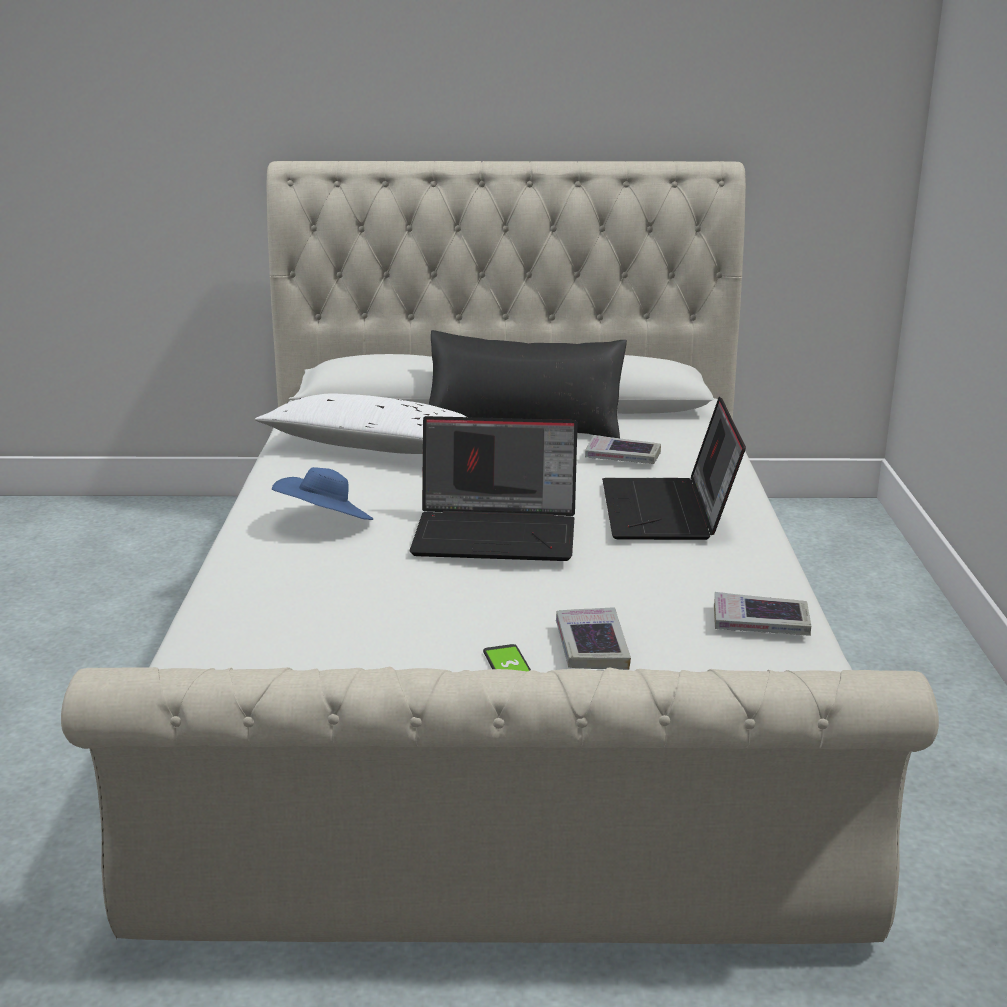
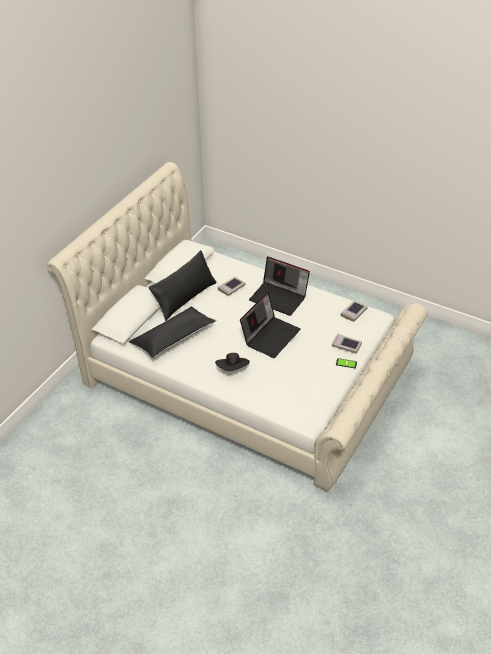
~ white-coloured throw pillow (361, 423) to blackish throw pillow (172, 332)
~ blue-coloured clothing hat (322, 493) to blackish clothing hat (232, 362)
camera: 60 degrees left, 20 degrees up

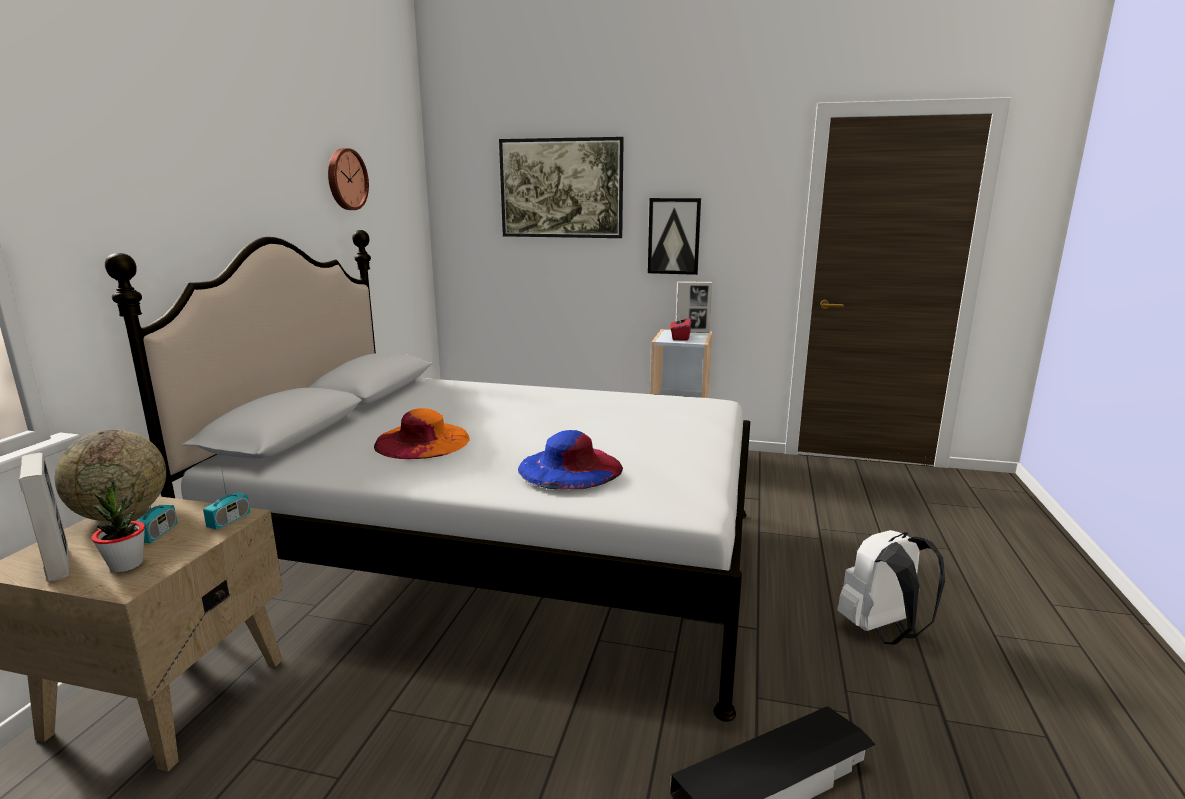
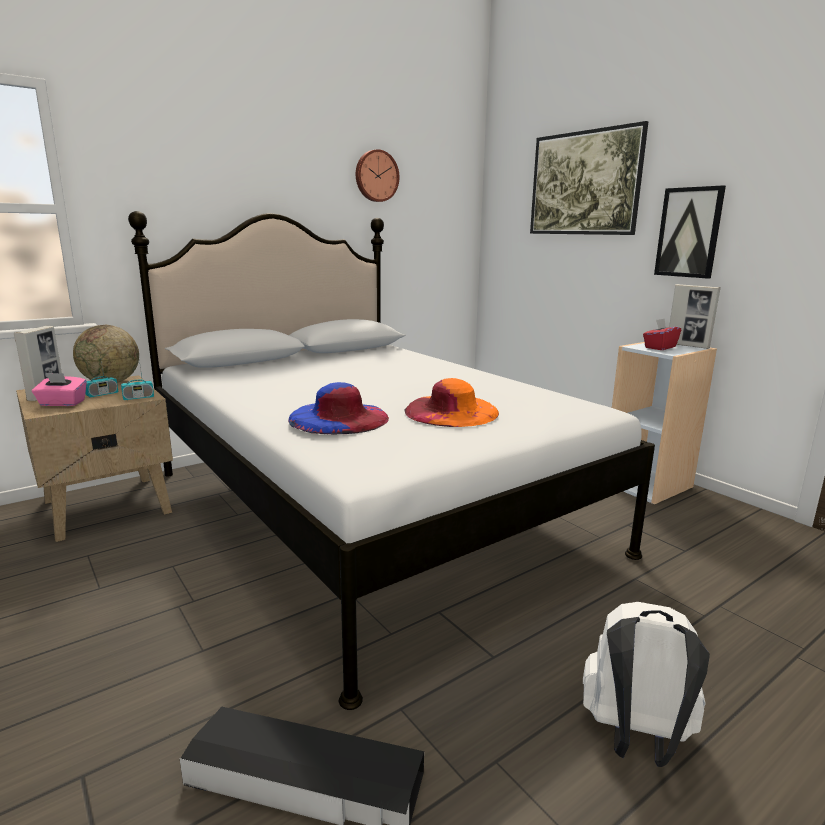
~ houseplant (118, 526) to pink tissue box (59, 389)
~ orange clothing hat (422, 433) to (452, 402)
camera: 40 degrees right, 0 degrees up

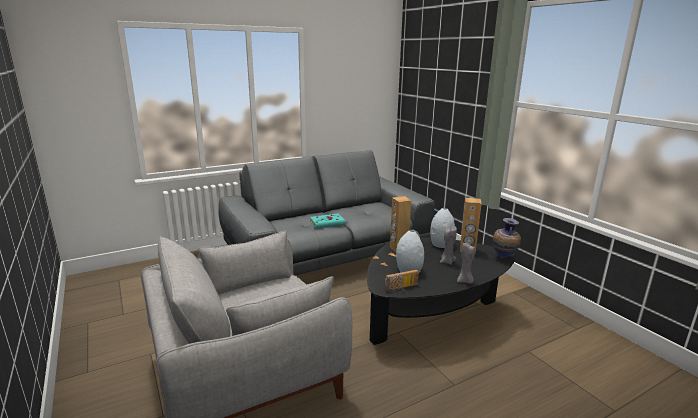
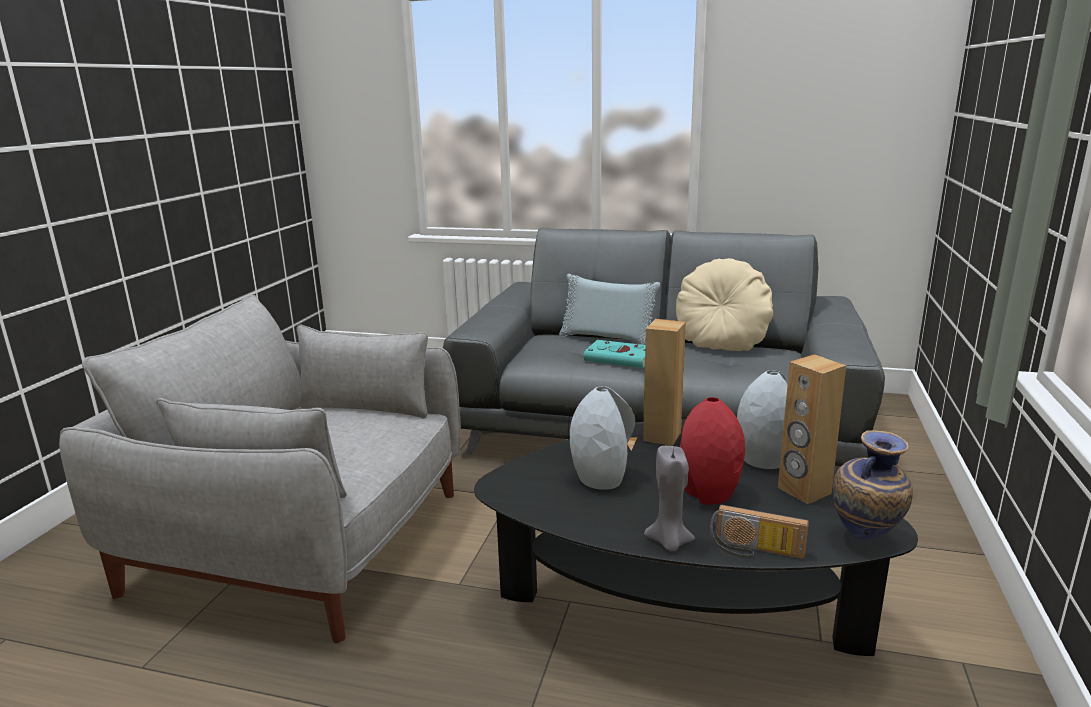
+ blue-coloured throw pillow (609, 309)
+ sand-coloured throw pillow (724, 304)
~ grey candle (448, 245) to red-coloured decorative vase (712, 451)
~ radio (402, 281) to (759, 532)
camera: 45 degrees right, 0 degrees up

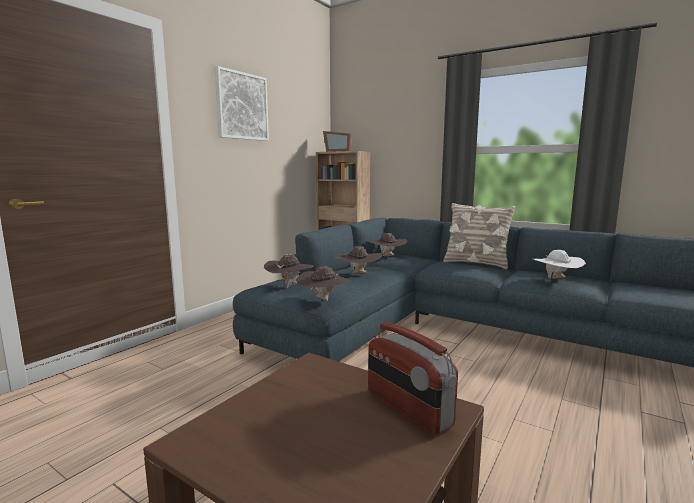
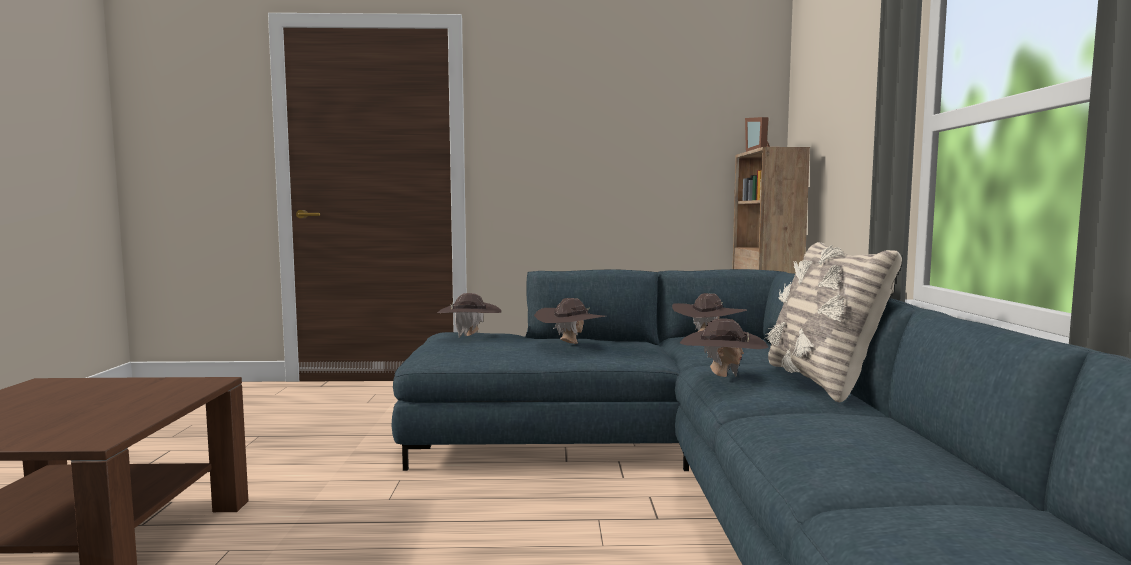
~ brown-coloured clothing hat (324, 283) to (724, 347)
- wall art (242, 103)
- radio (413, 378)
- white-coloured clothing hat (559, 264)
camera: 55 degrees right, 5 degrees down

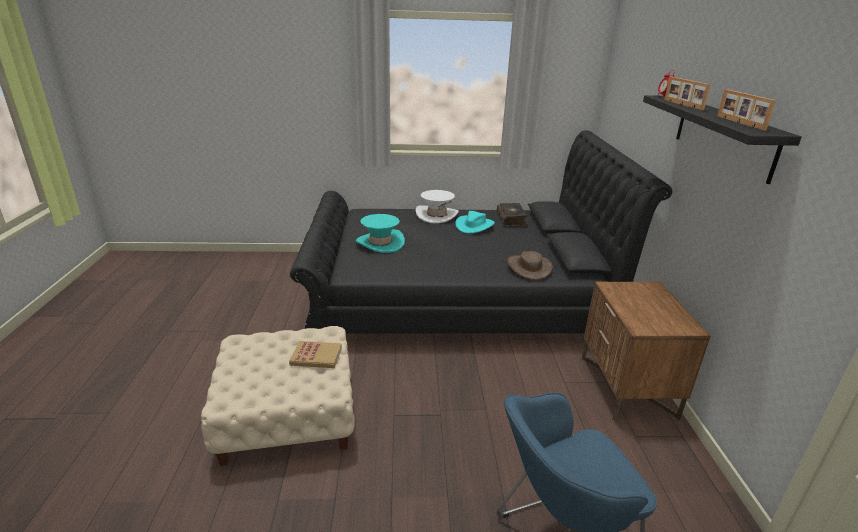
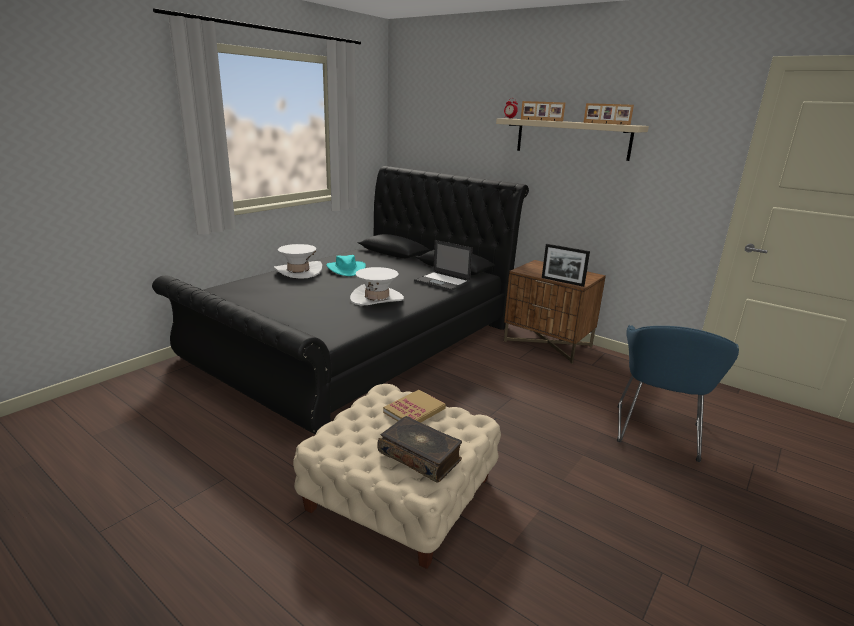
+ white-coloured clothing hat (377, 286)
~ book (512, 214) to (419, 449)
~ brown-coloured clothing hat (530, 265) to notebook computer (443, 265)
~ blackish wall shelf (722, 139) to sand-coloured wall shelf (572, 139)
+ photo frame (566, 265)
- turquoise clothing hat (380, 233)
camera: 50 degrees left, 5 degrees down

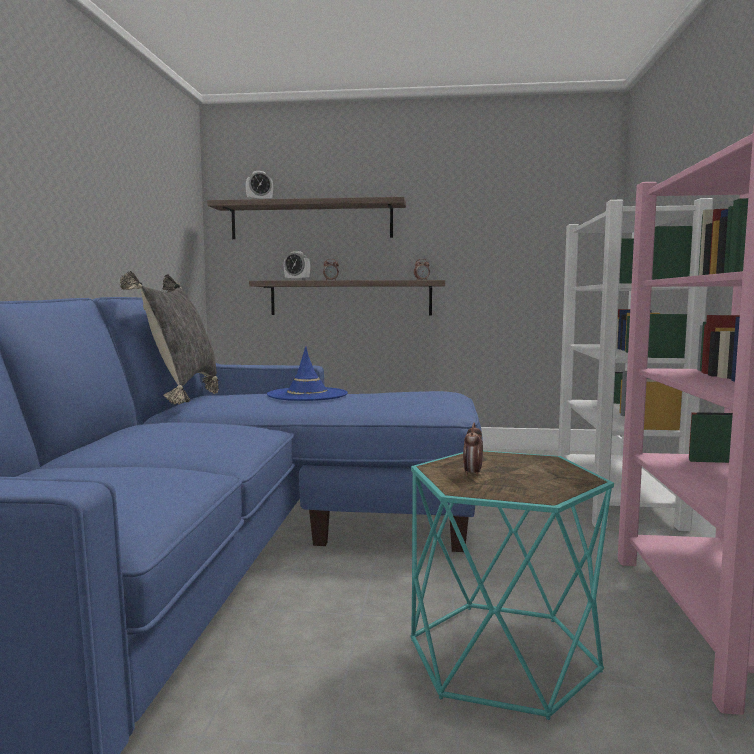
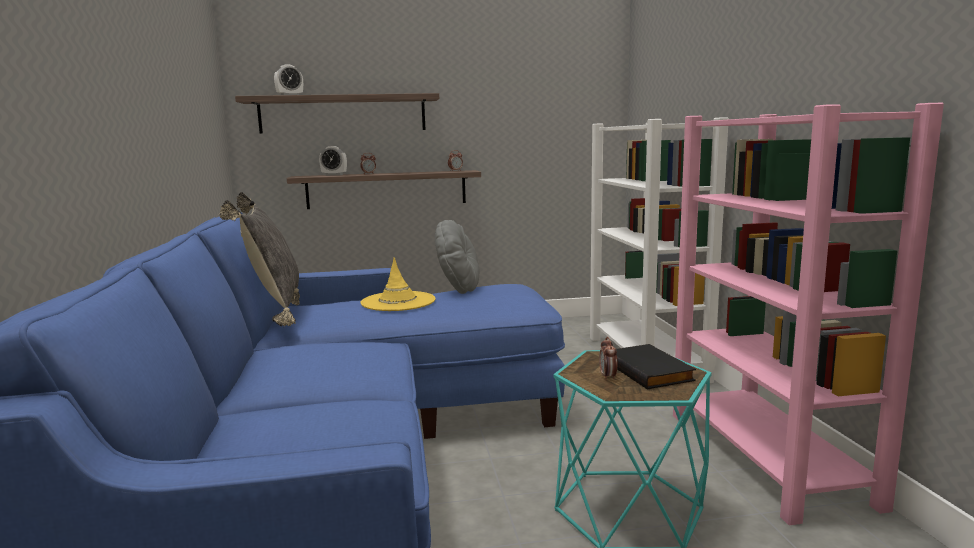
~ blue-coloured clothing hat (307, 373) to yellow clothing hat (398, 284)
+ grey throw pillow (457, 257)
+ blackish book (656, 367)
camera: 15 degrees left, 5 degrees up

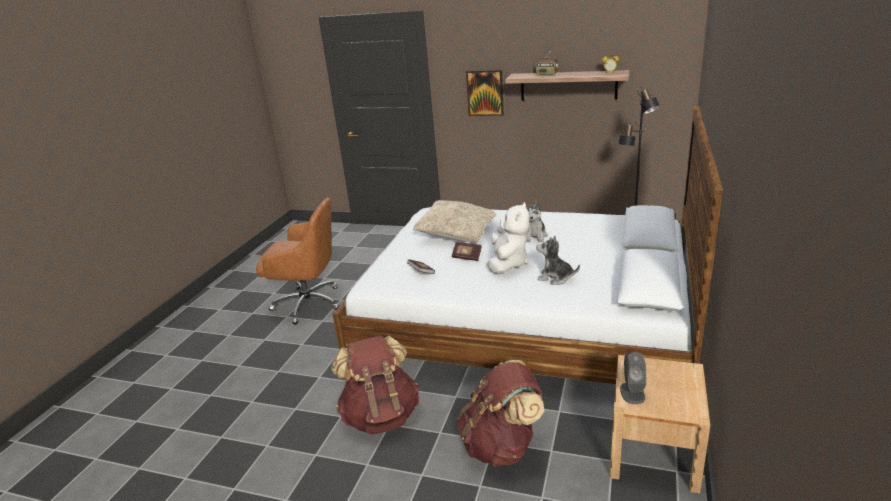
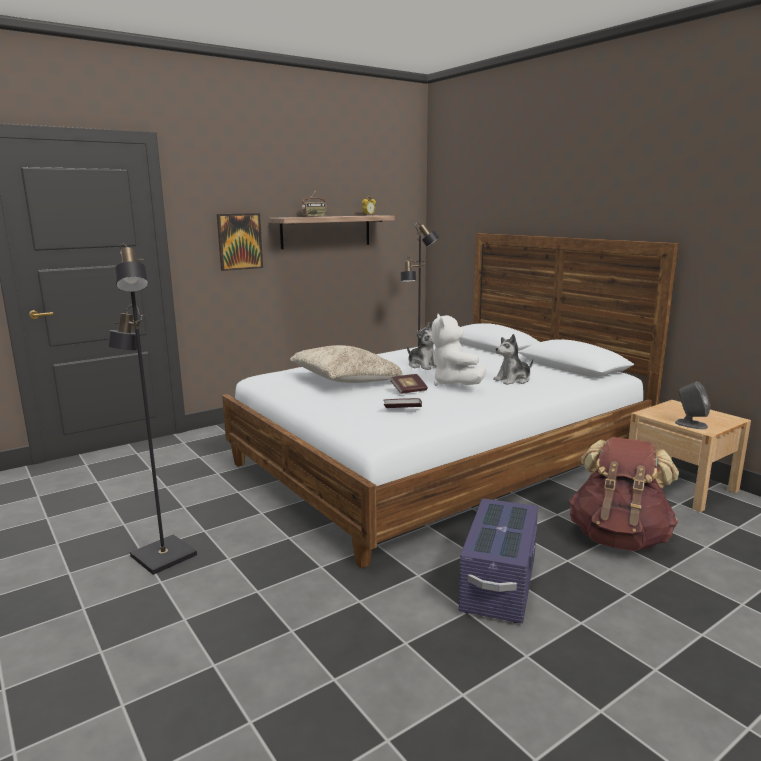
~ brown-coloured desk chair (297, 261) to blackish standing lamp (152, 409)
~ white-coloured plush toy (508, 238) = (458, 350) 150 degrees counterclockwise
~ brown-coloured knapsack (375, 385) to purple storage container (498, 560)
camera: 55 degrees left, 10 degrees down

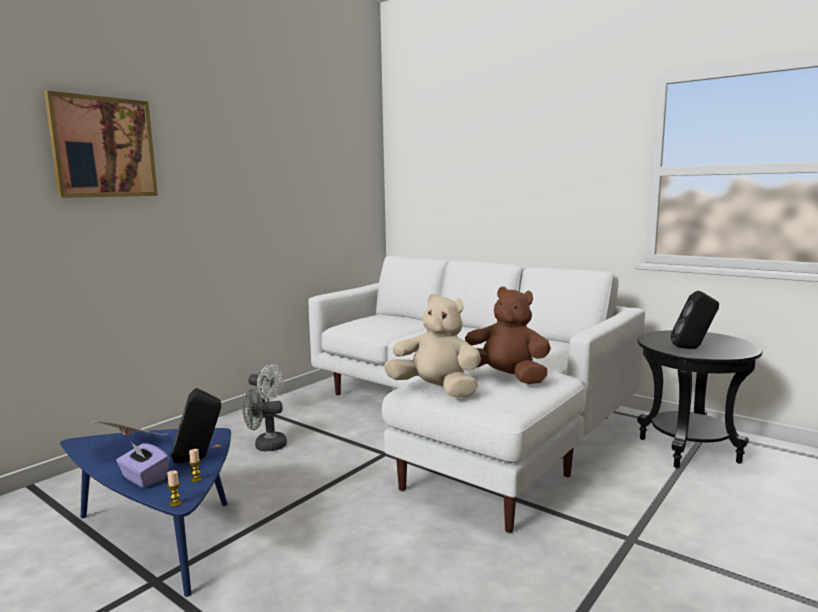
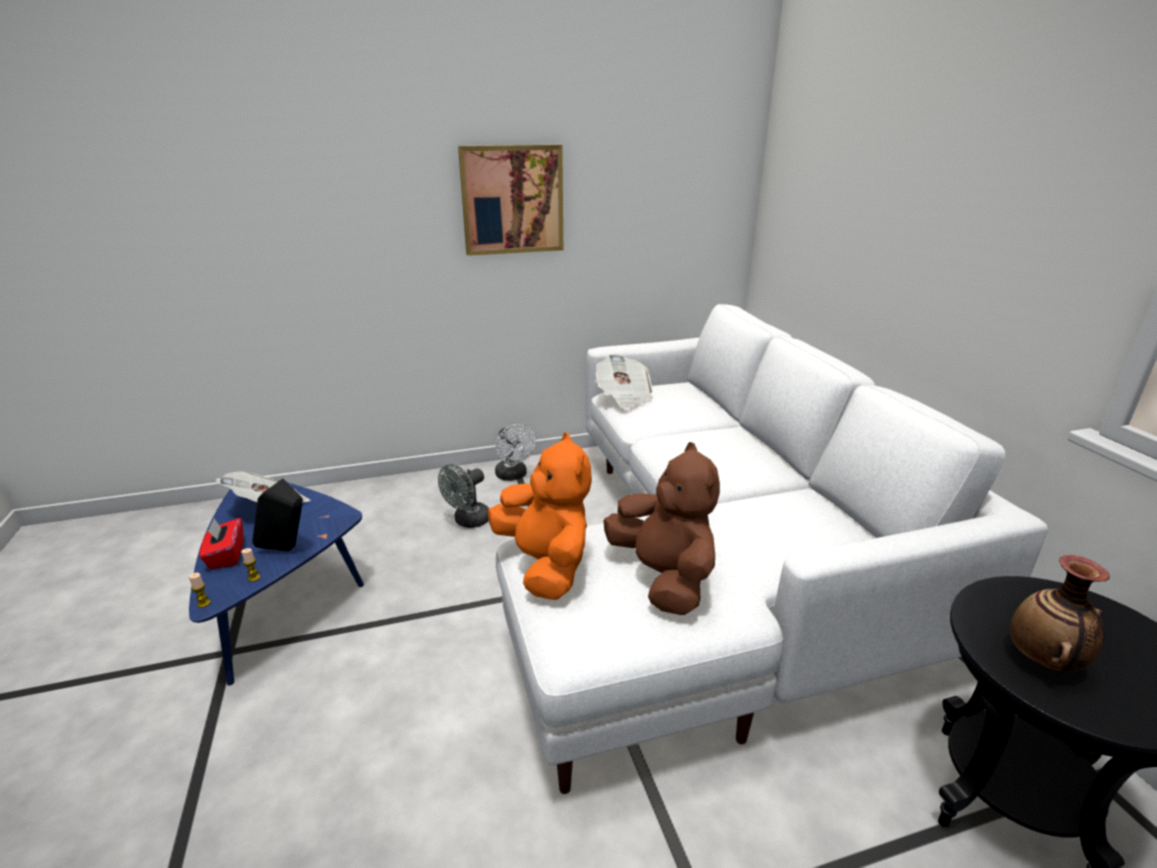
~ purple tissue box (142, 465) to red-coloured tissue box (221, 543)
~ grey electric fan (265, 420) = (463, 496) 75 degrees counterclockwise
~ wall art (101, 144) to (510, 200)
~ sand-coloured plush toy (432, 346) to orange plush toy (540, 516)
+ daily paper (624, 382)
~ blackish audio speaker (695, 320) to decorative vase (1060, 613)
camera: 35 degrees right, 15 degrees up

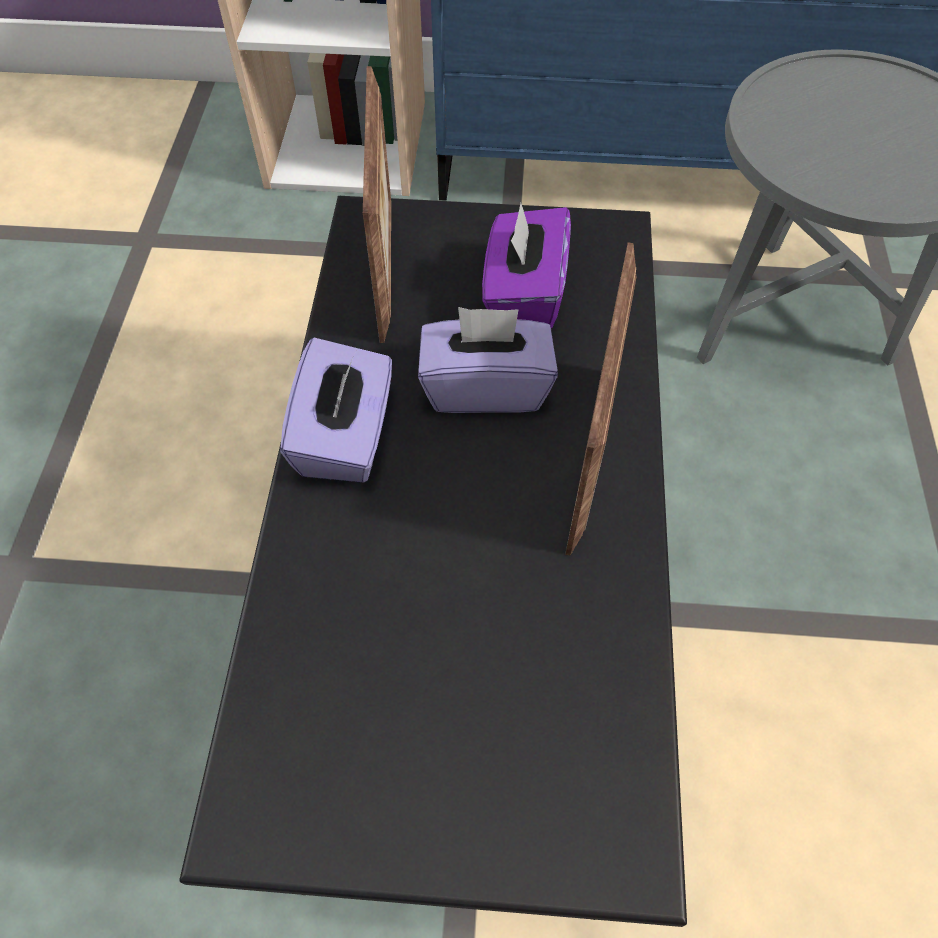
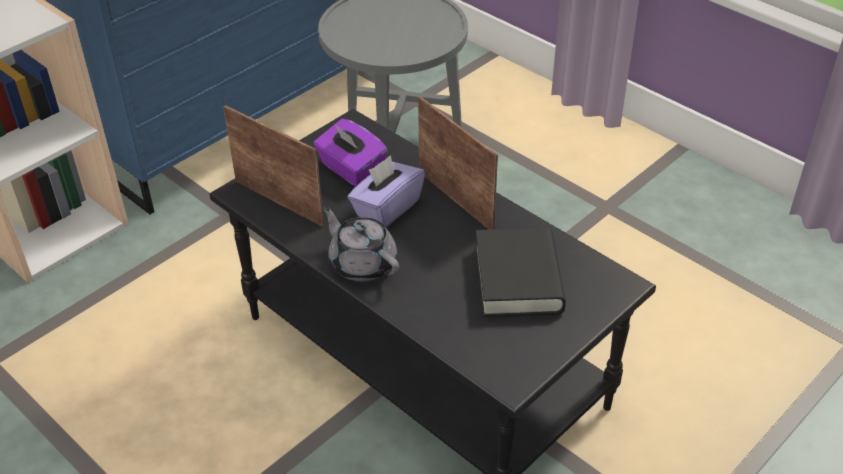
~ purple tissue box (336, 410) to grey tea pot (360, 243)
+ blackish book (520, 272)
camera: 50 degrees left, 15 degrees down

